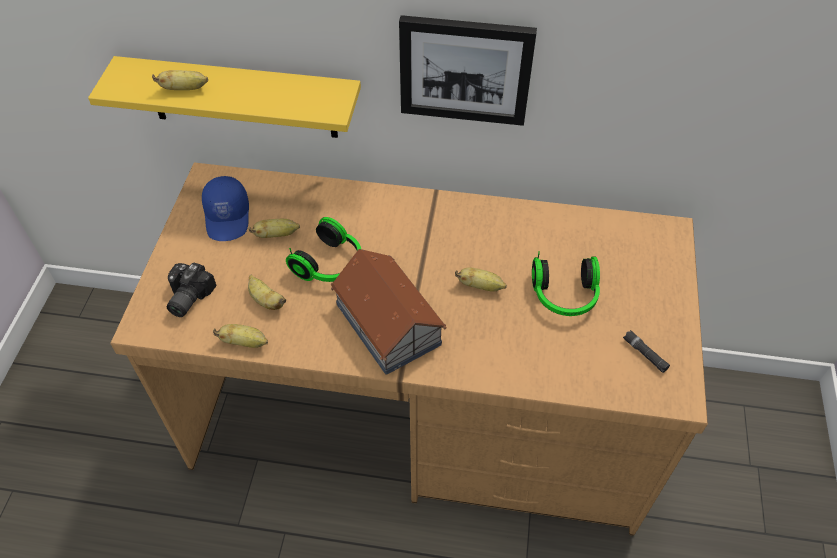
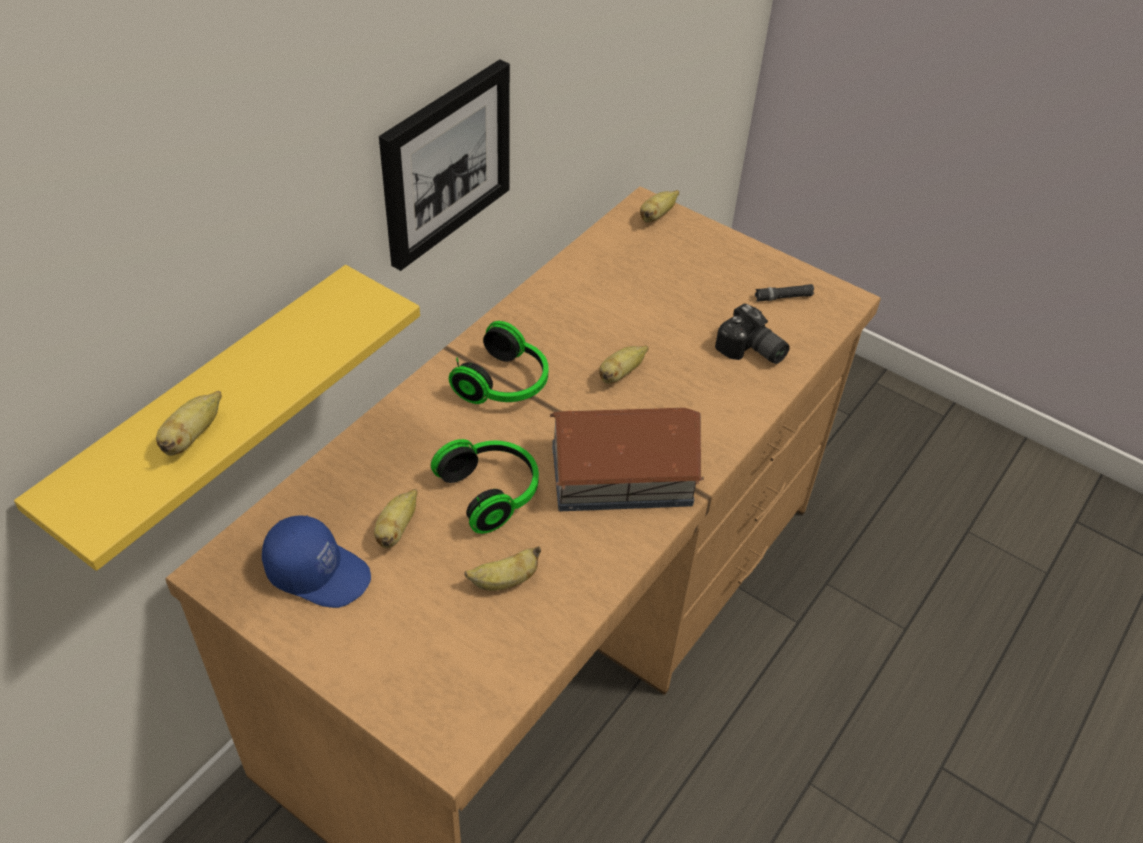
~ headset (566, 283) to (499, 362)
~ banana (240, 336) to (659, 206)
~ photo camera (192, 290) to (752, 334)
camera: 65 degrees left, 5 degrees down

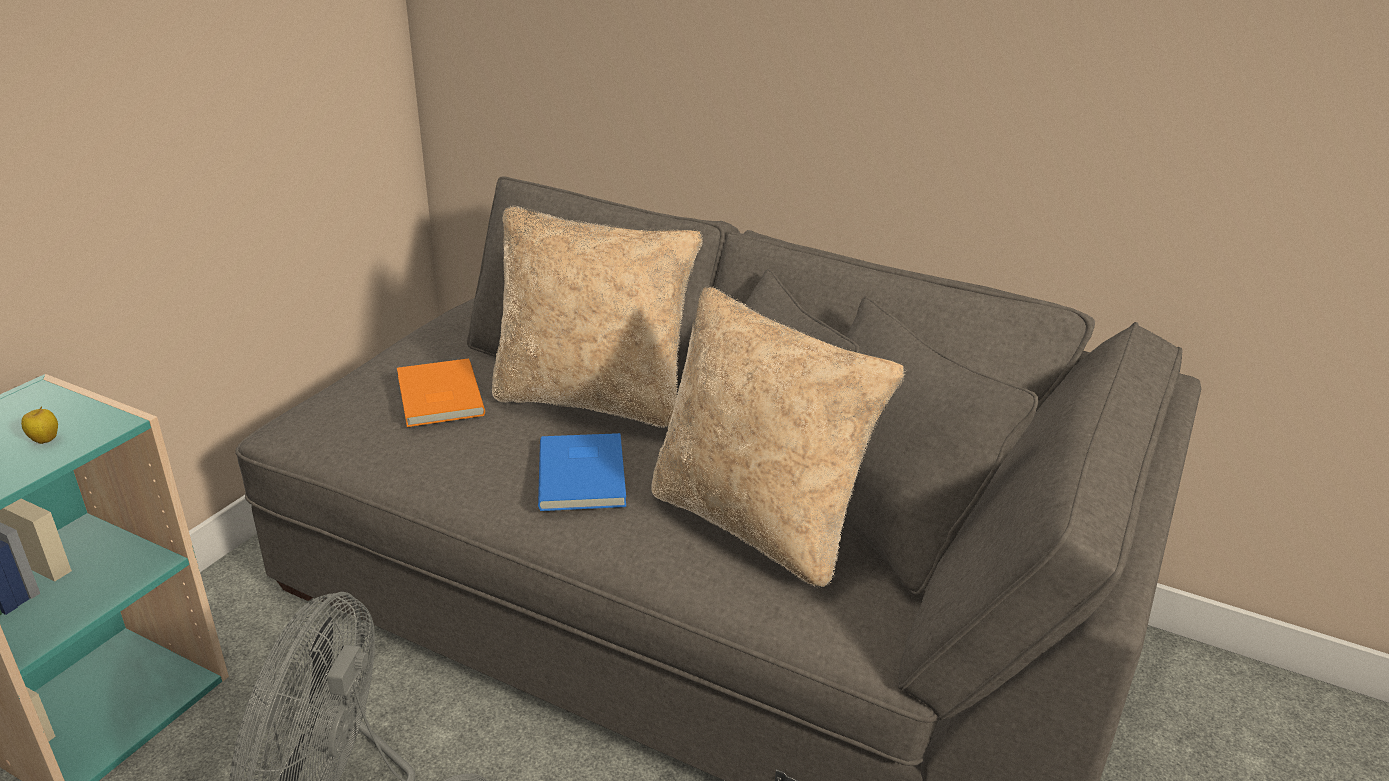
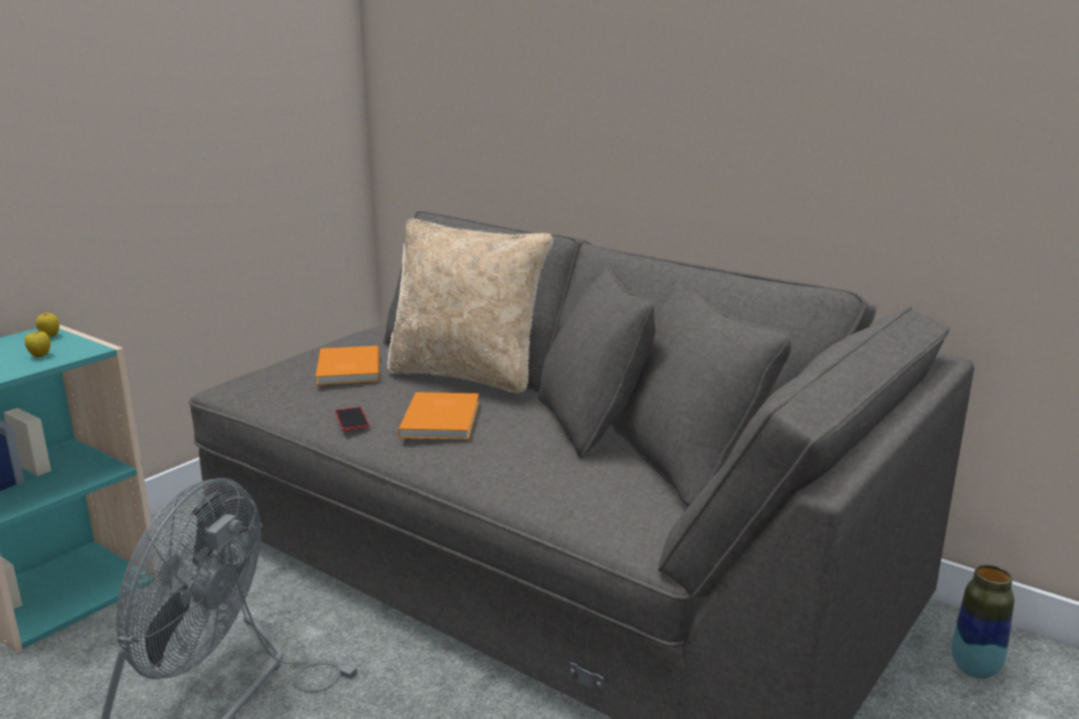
+ apple fruit (48, 324)
+ handset (352, 418)
~ blue-coloured book (582, 472) to orange book (438, 416)
+ decorative vase (983, 622)
- sand-coloured throw pillow (778, 436)
camera: 10 degrees right, 10 degrees down

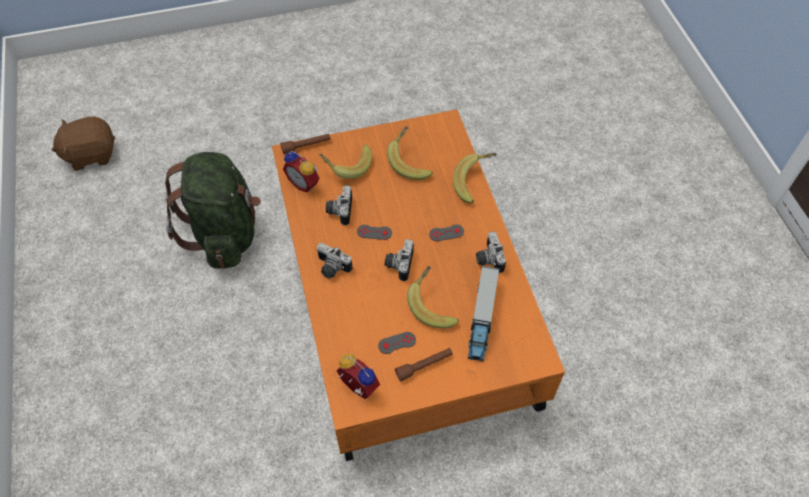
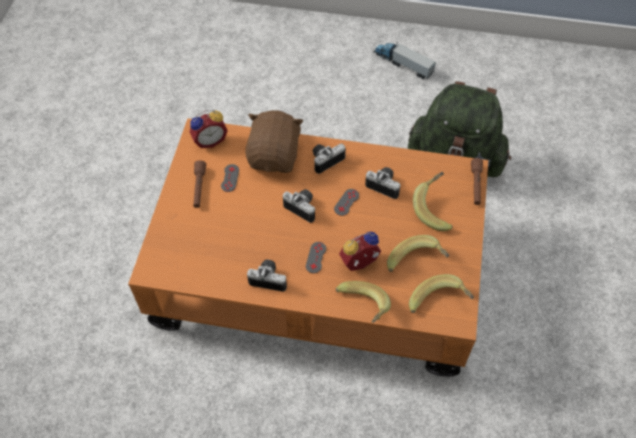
~ brown-coloured plush toy (83, 143) to (274, 141)
~ alarm clock (301, 171) to (360, 251)
~ toy truck (483, 314) to (405, 60)
~ banana (433, 297) to (441, 293)
camera: 115 degrees right, 0 degrees up

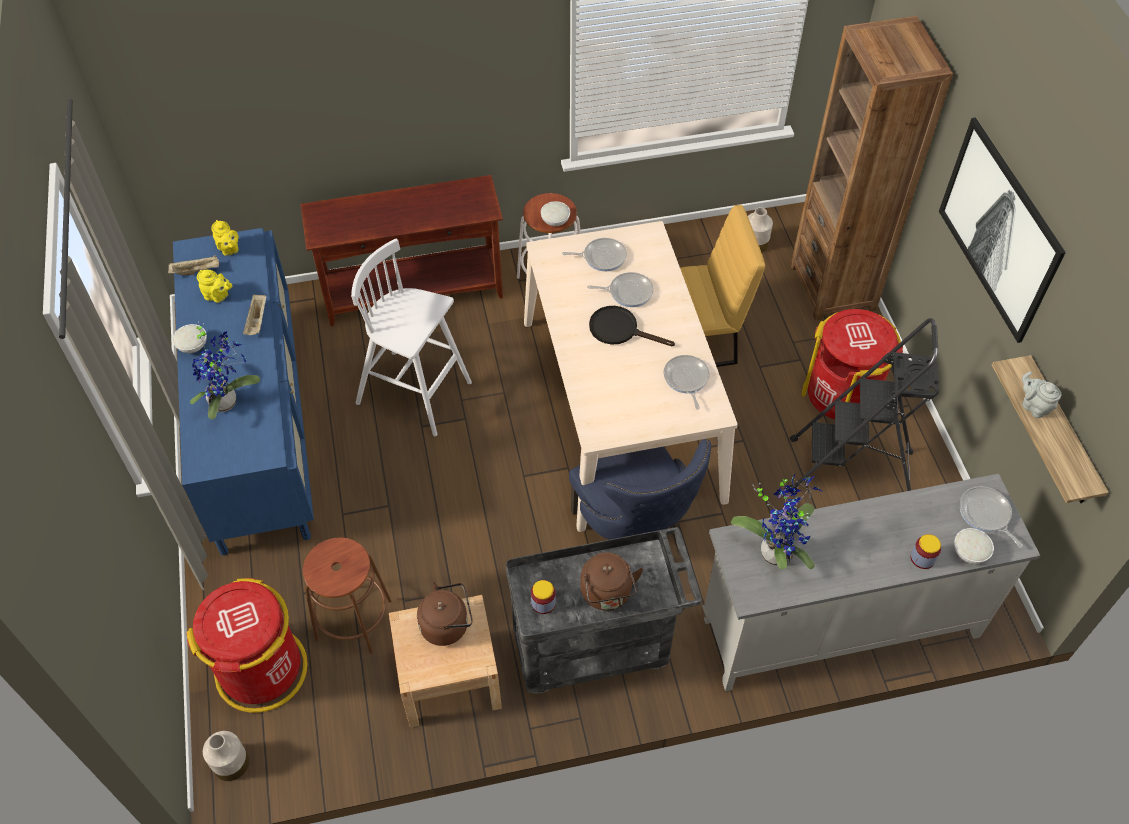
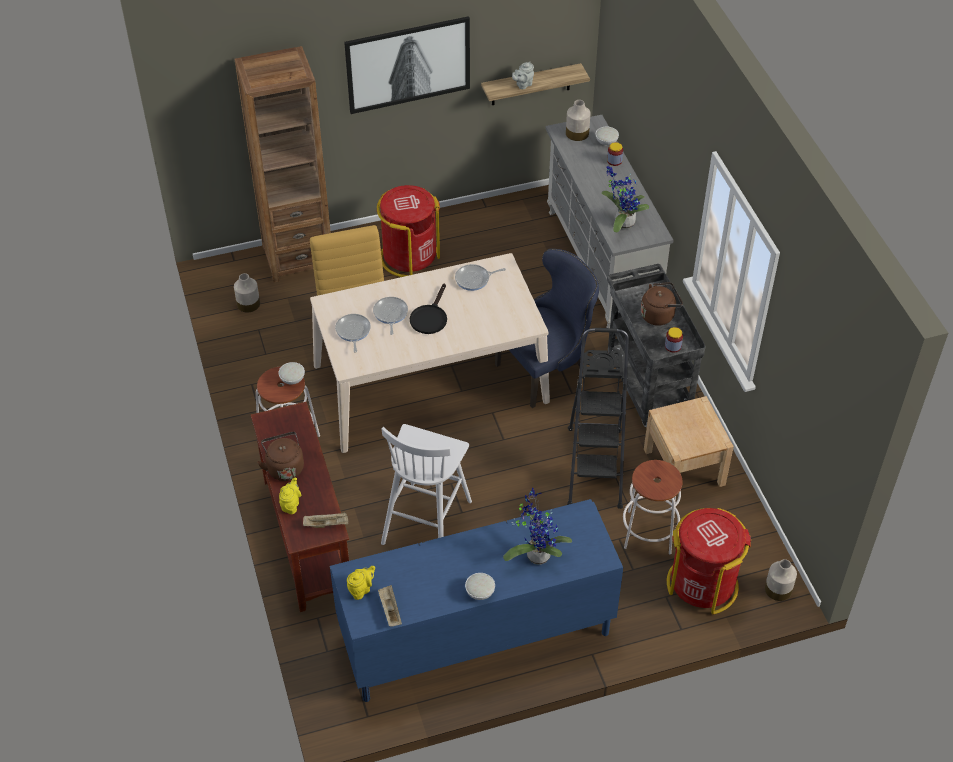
~ brown-coloured tea kettle (445, 614) to (280, 456)
~ yellow tea pot (214, 286) to (290, 496)
~ sand-coloured serving tray (254, 314) to (325, 520)
~ pan (991, 517) to sand-coloured decorative vase (578, 120)
~ stepladder (864, 404) to (598, 418)
~ brown-coloured sitting stool (347, 595) to white-coloured sitting stool (653, 507)
camera: 95 degrees left, 5 degrees down

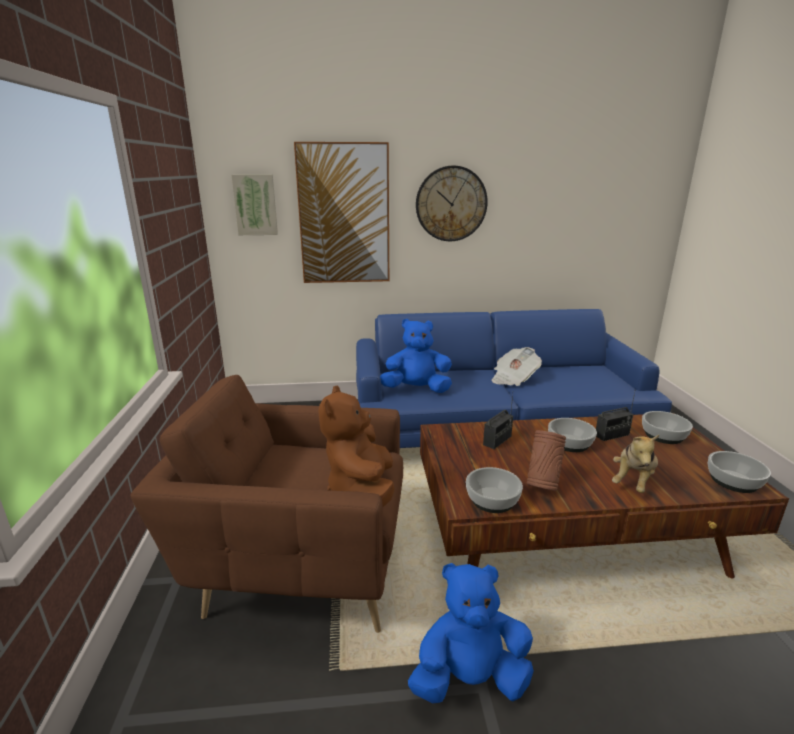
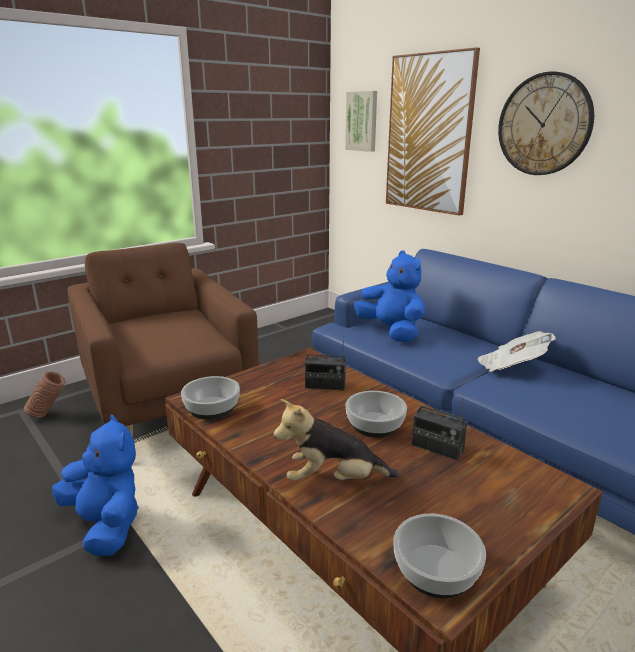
~ brown-coloured decorative vase (546, 460) to (45, 395)
- brown-coloured plush toy (356, 446)
- deep dish (667, 427)
camera: 55 degrees right, 0 degrees up

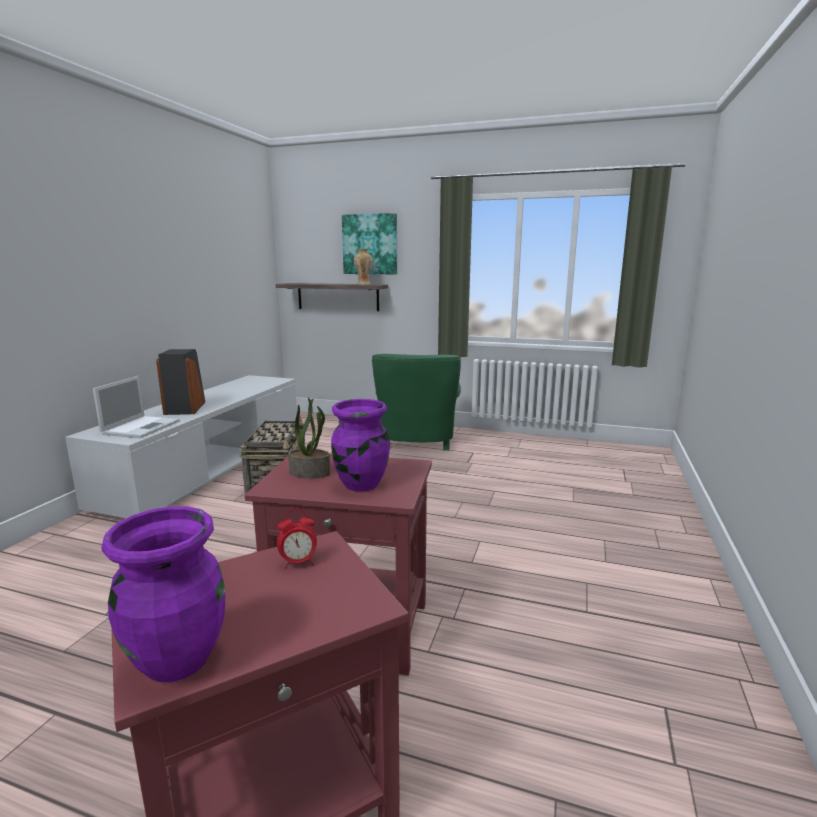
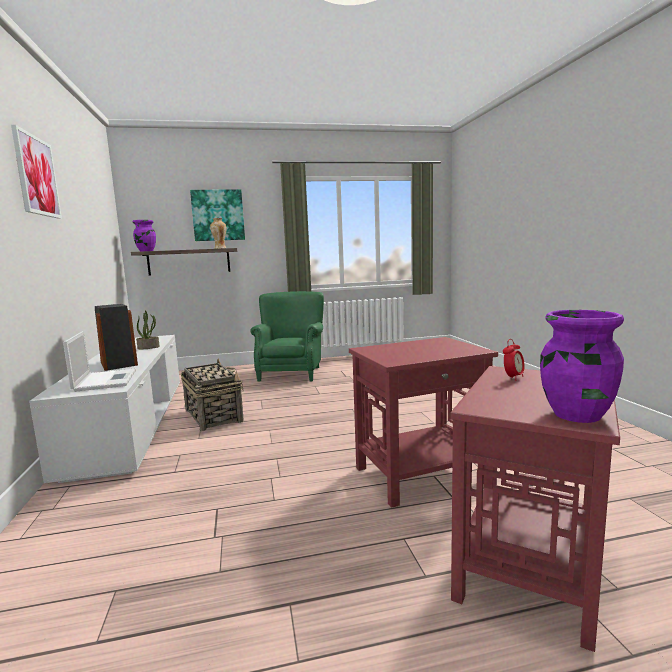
+ wall art (36, 172)
~ purple decorative vase (360, 445) to (144, 236)
~ houseplant (309, 437) to (148, 329)
~ greenish armchair (416, 402) = (287, 336) 150 degrees counterclockwise
camera: 30 degrees left, 5 degrees down

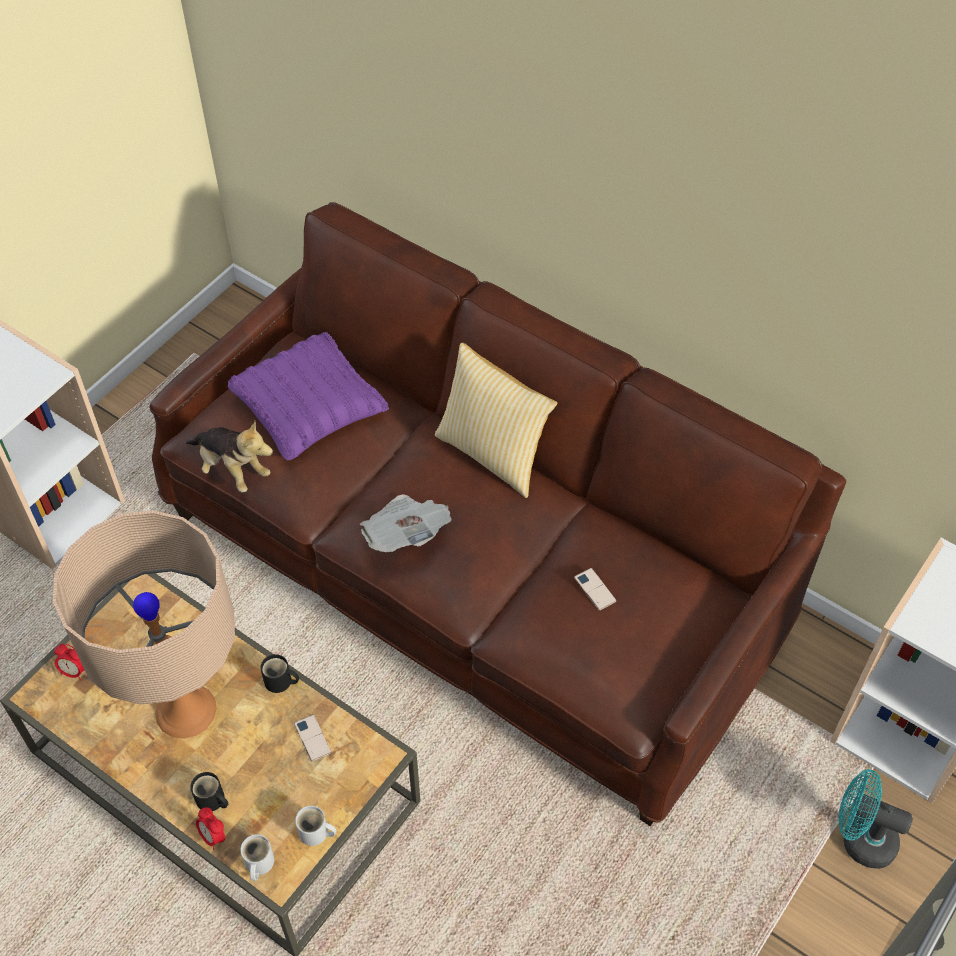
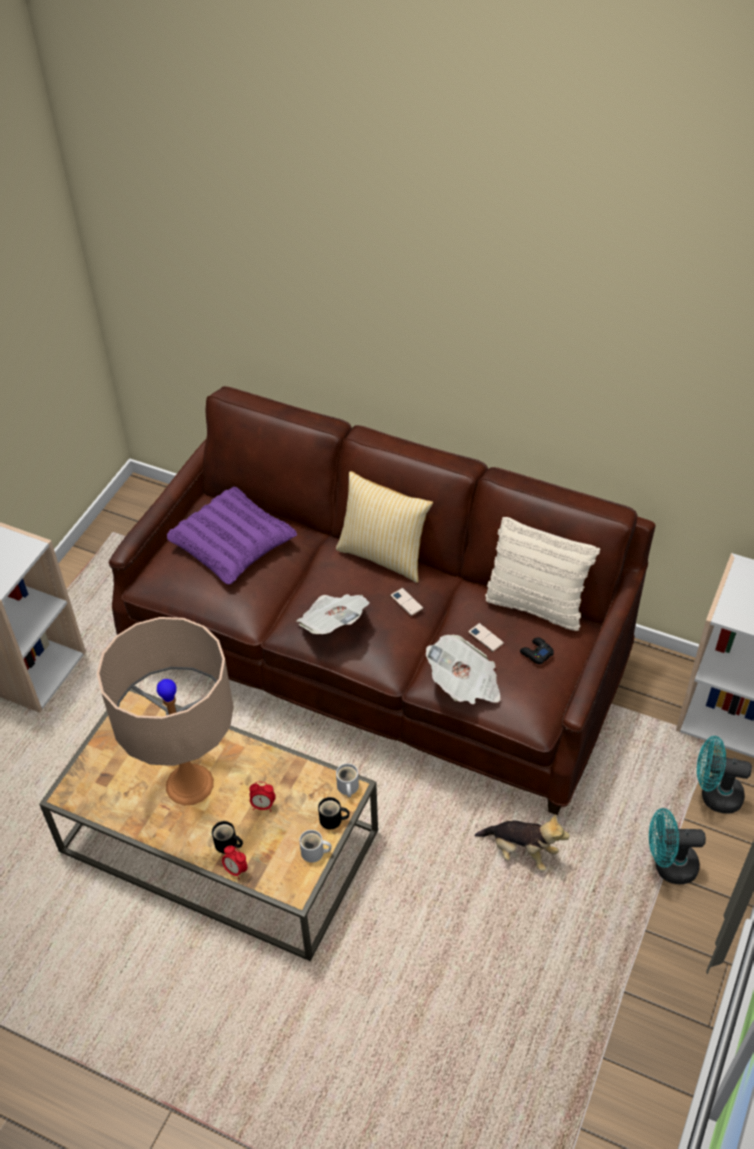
~ alarm clock (69, 662) to (262, 796)
~ blackish mug (279, 673) to (333, 813)
~ white-coloured mug (257, 857) to (347, 780)
~ handset (312, 738) to (406, 602)
+ daily paper (463, 669)
~ plush toy (229, 456) to (522, 843)
+ sand-coloured throw pillow (542, 574)
+ blackish gamepad (537, 650)
+ turquoise electric fan (677, 846)
camera: 10 degrees left, 5 degrees down

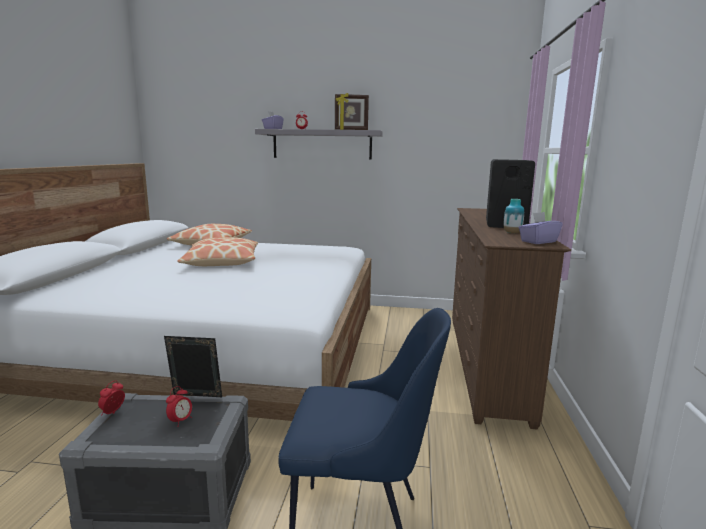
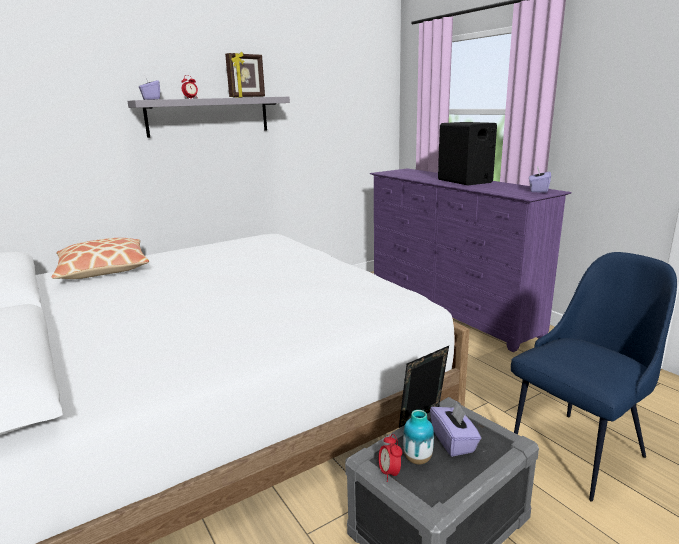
~ brown-coloured chest of drawers (511, 318) to purple chest of drawers (471, 260)
~ decorative vase (514, 216) to (418, 437)
~ alarm clock (179, 406) to purple tissue box (455, 429)
- throw pillow (217, 251)
camera: 40 degrees left, 5 degrees up

